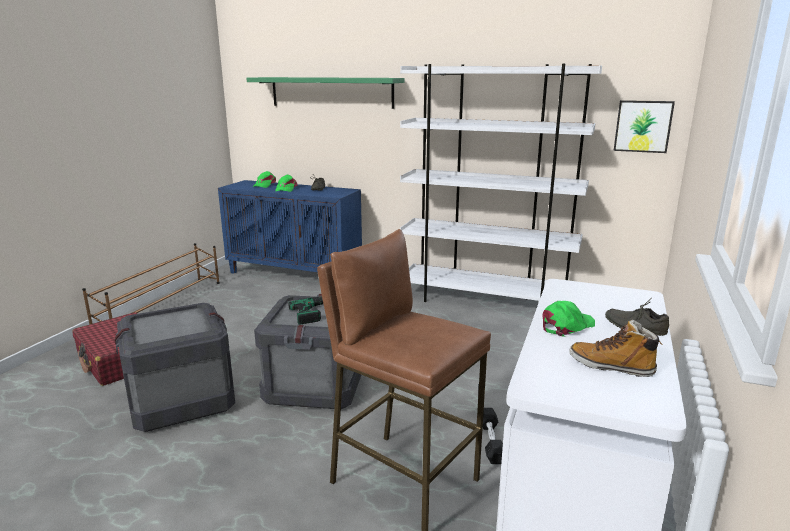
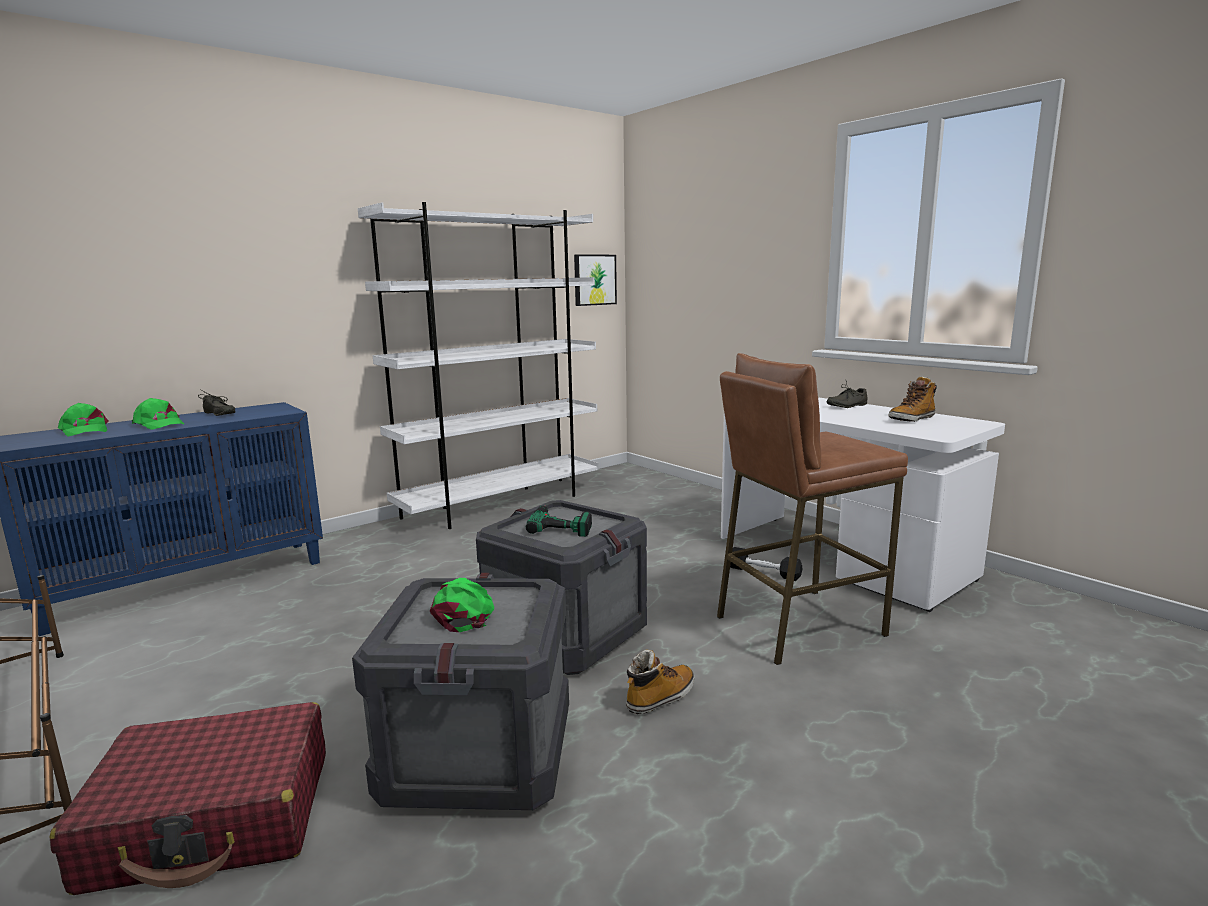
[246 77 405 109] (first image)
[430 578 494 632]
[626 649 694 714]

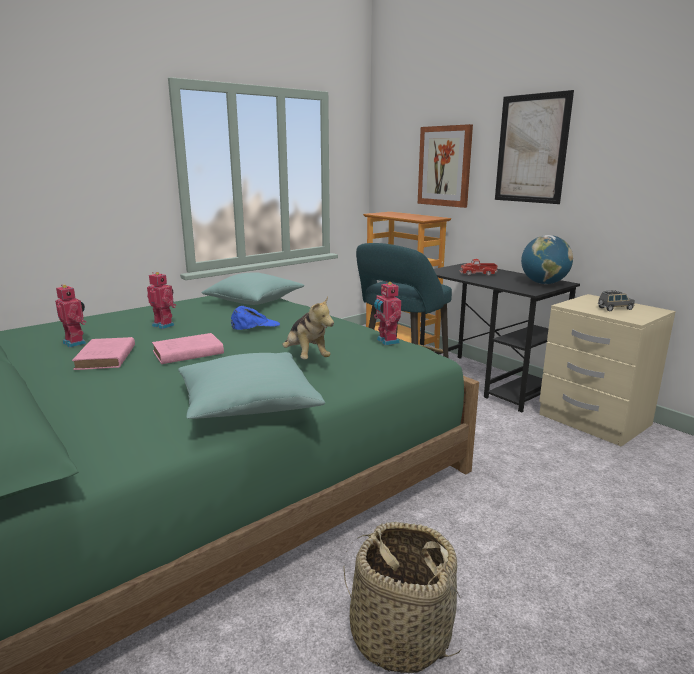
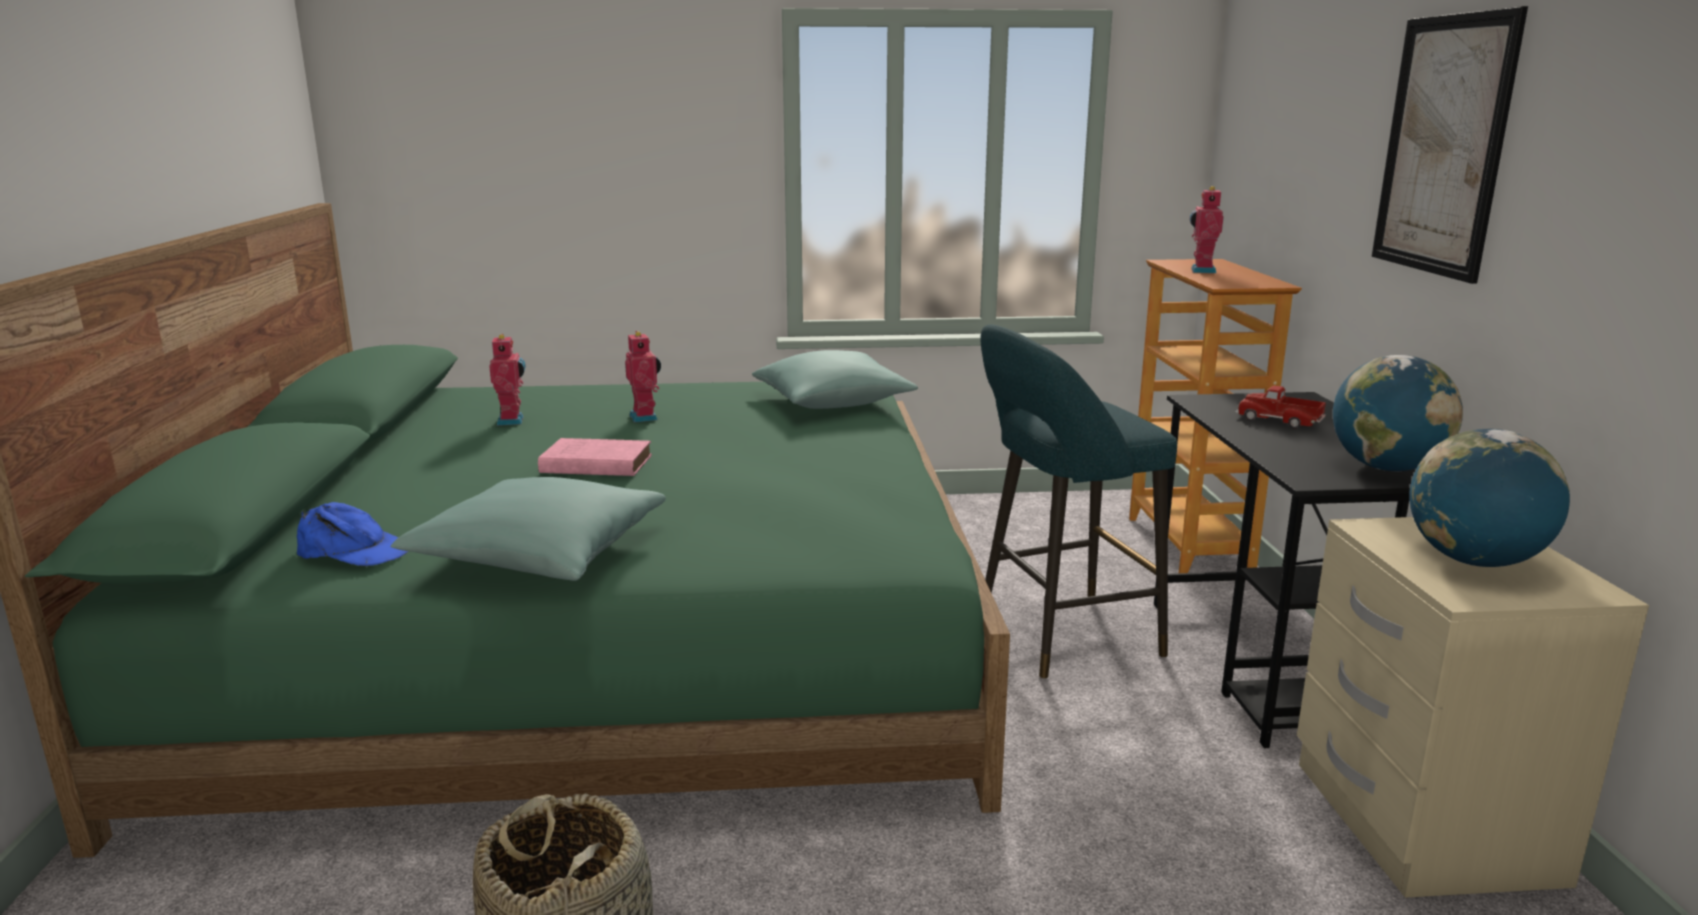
[72 337 135 370] (first image)
[297 502 409 566]
[282 296 334 359] (first image)
[1190 186 1224 273]
[418 124 473 208] (first image)
[1409 429 1570 567]

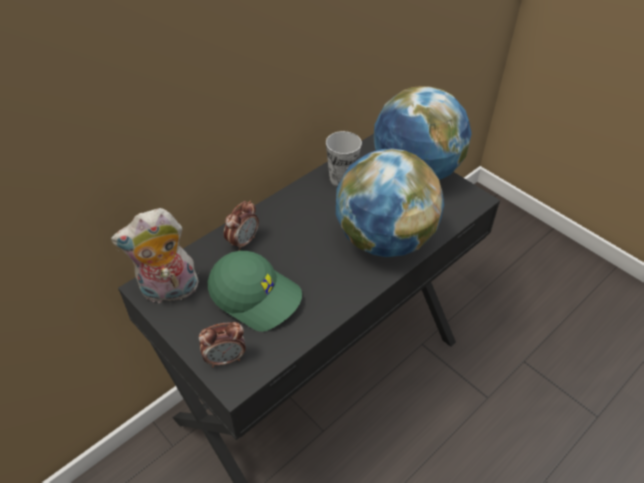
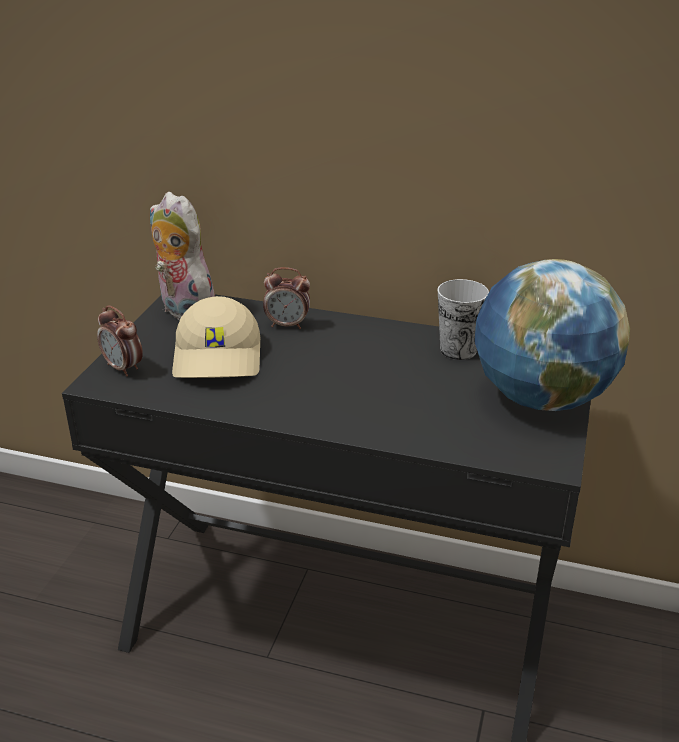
[172 296 261 378]
[336 148 444 257] (first image)

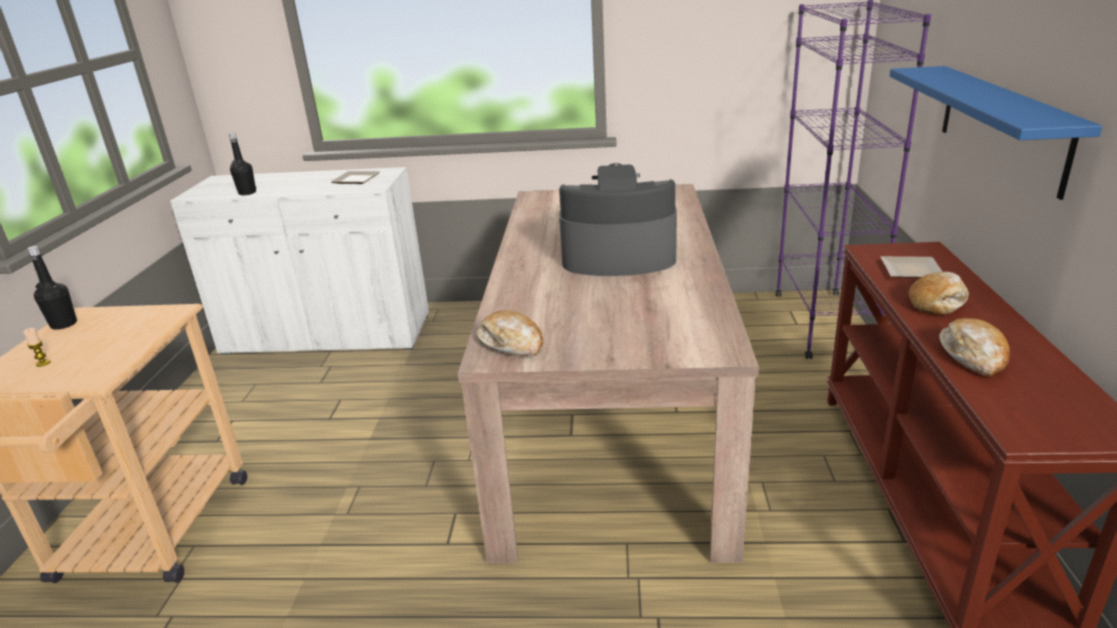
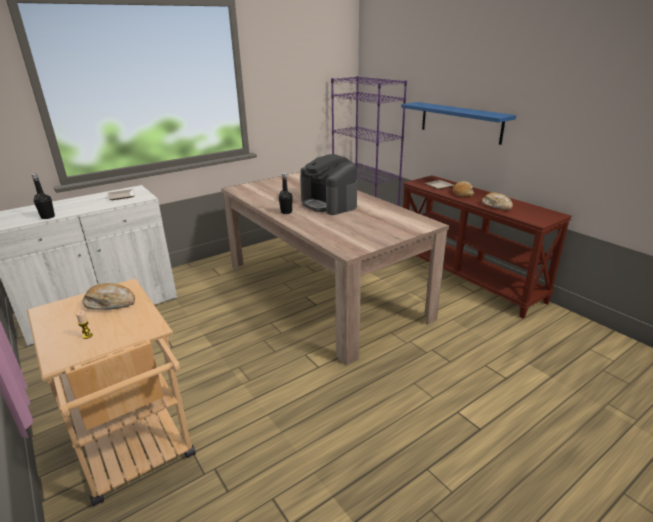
[279 173 293 214]
[83 283 135 310]
[300 154 357 215]

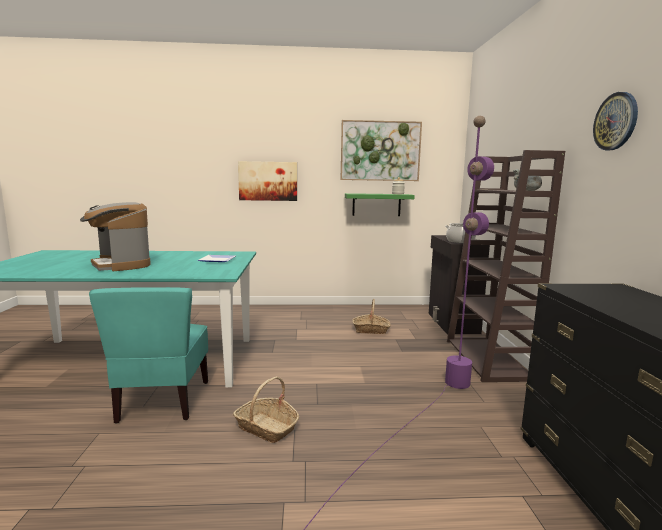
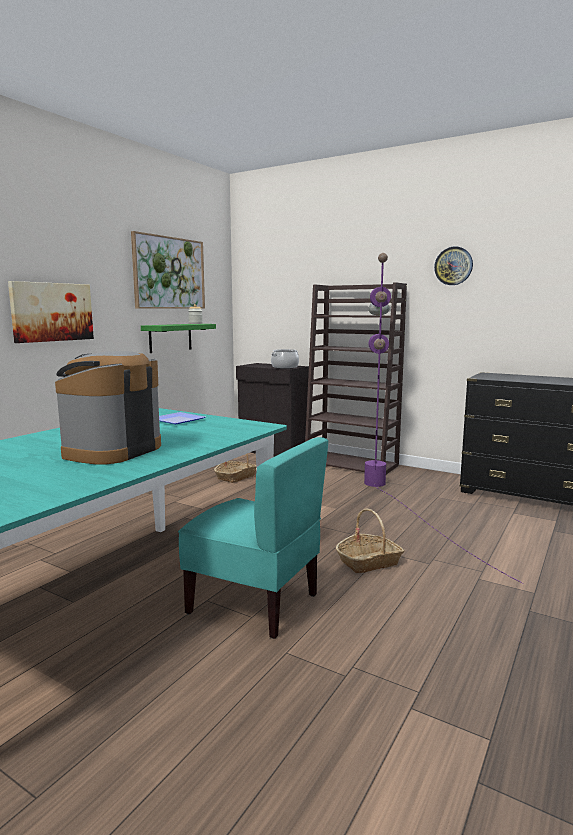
[55 351 161 465]

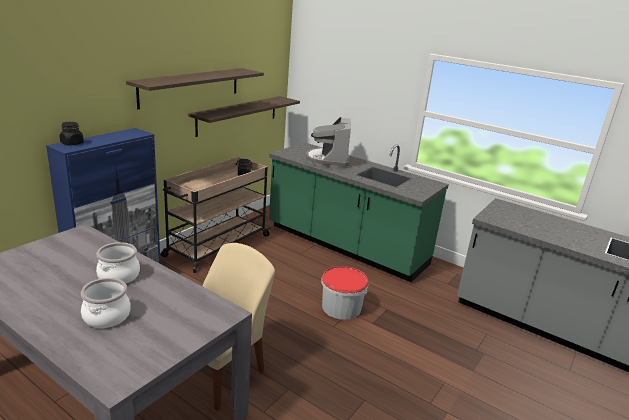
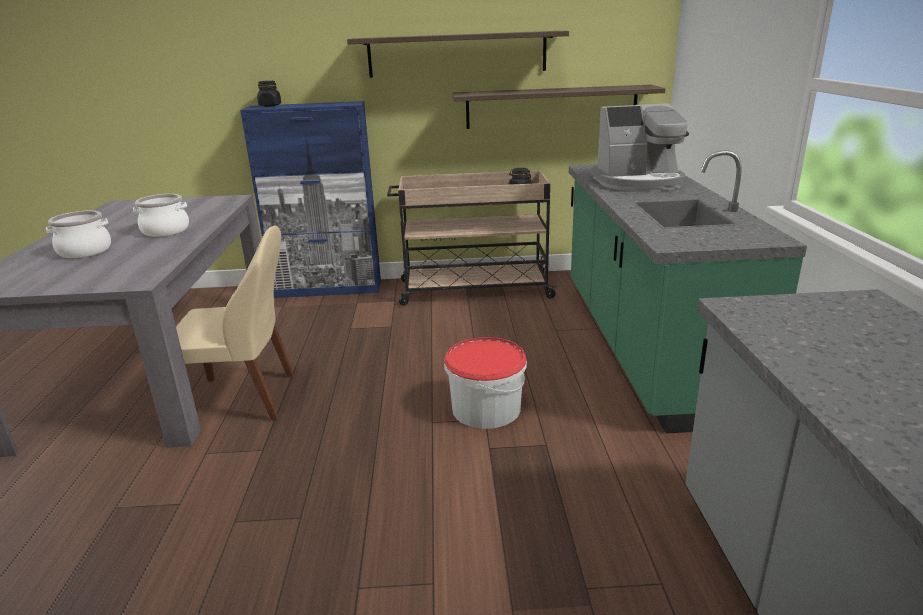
[591 103 689 191]

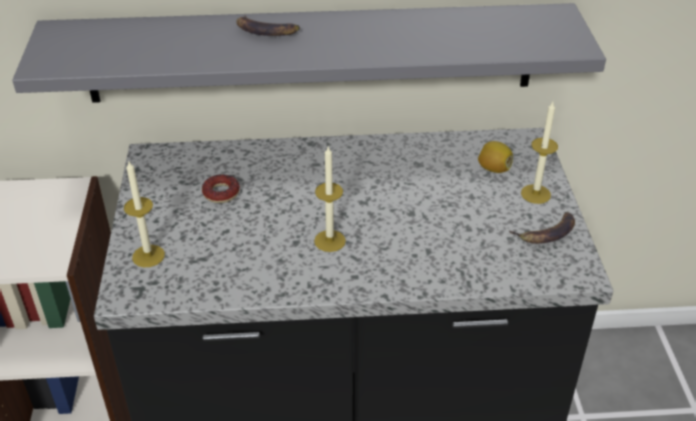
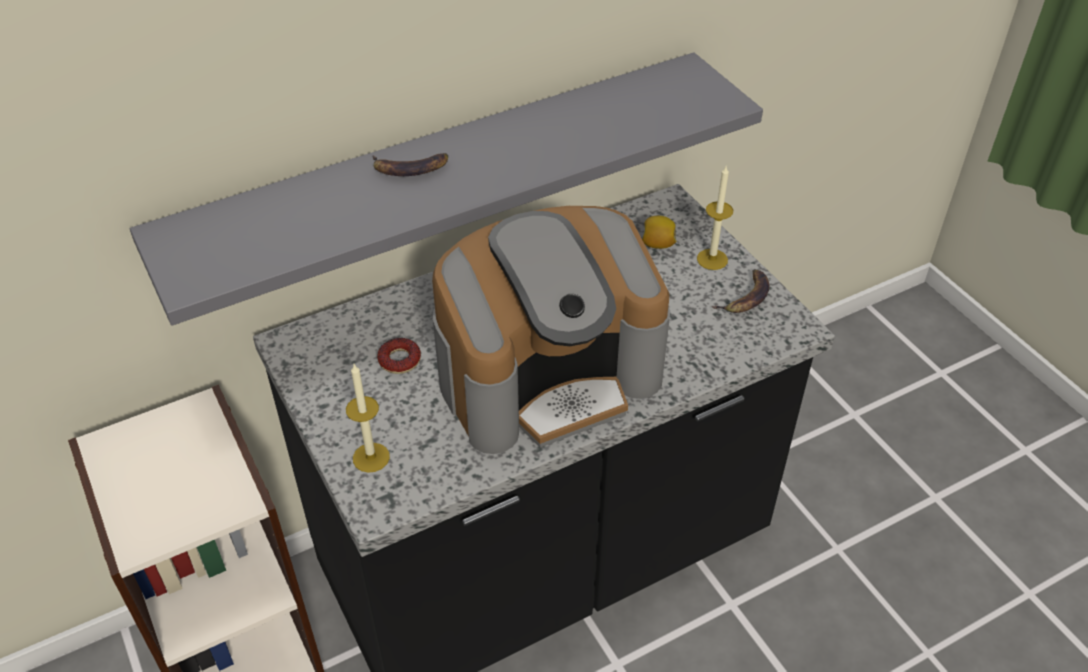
[432 206 670 454]

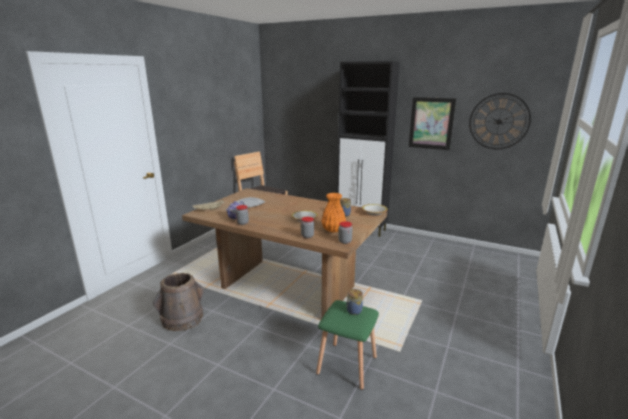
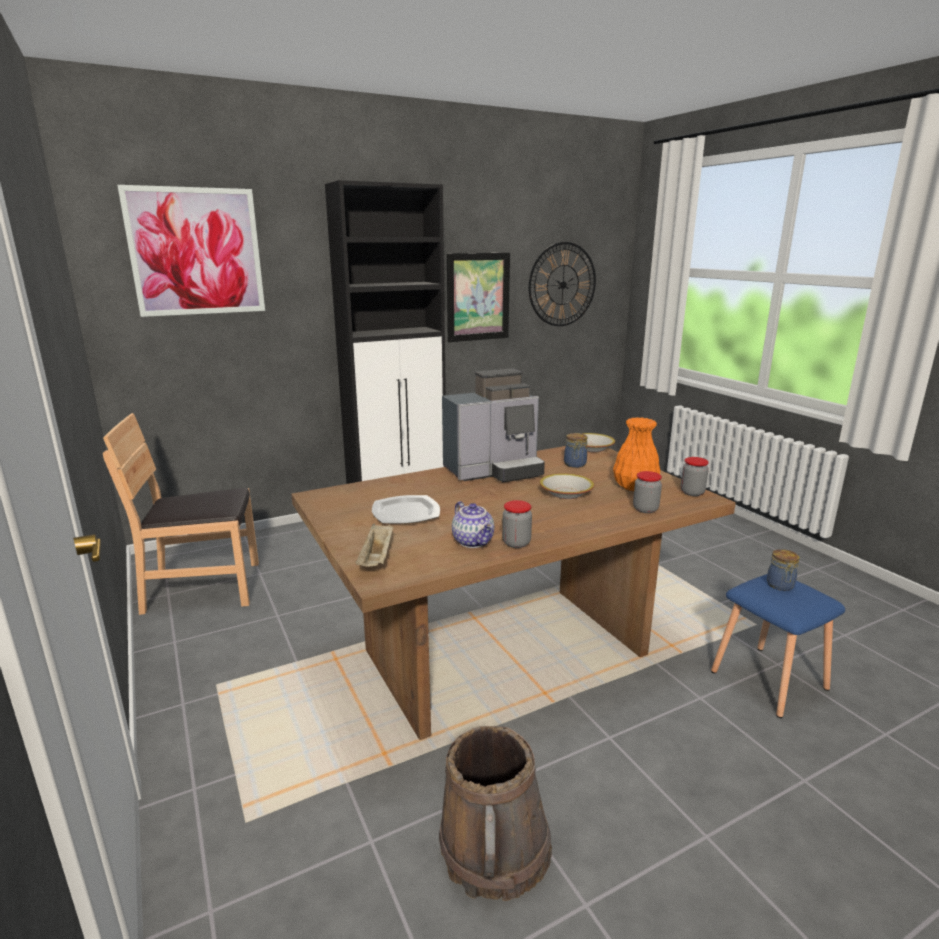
[711 574 845 718]
[117 185 265 317]
[442 368 545 482]

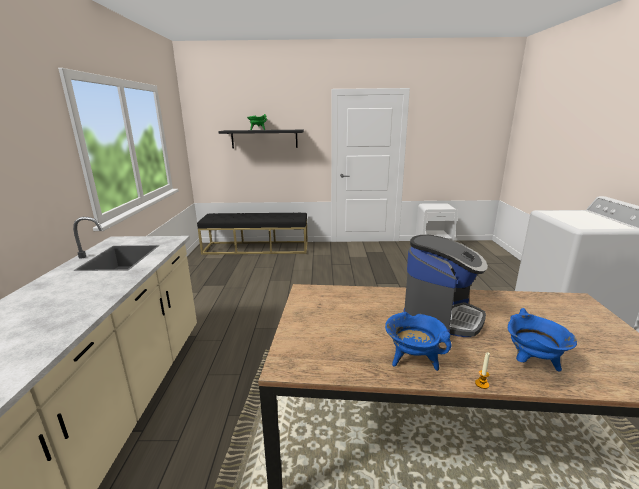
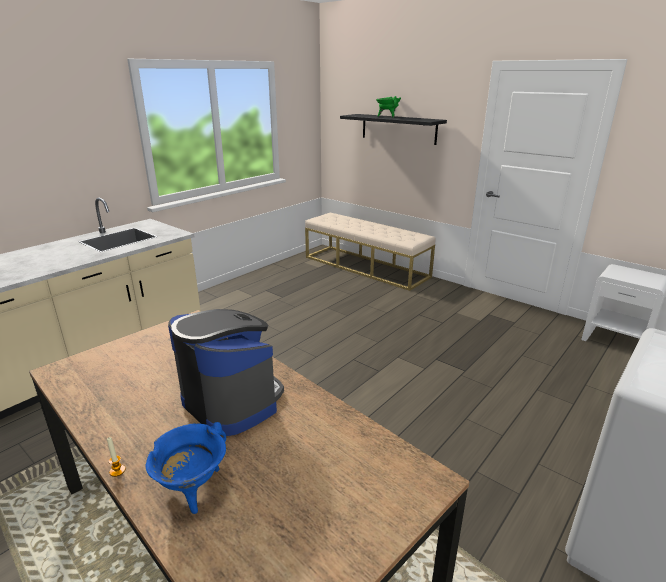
[305 213 436 291]
[385 312 452 371] (first image)
[168 309 284 436]

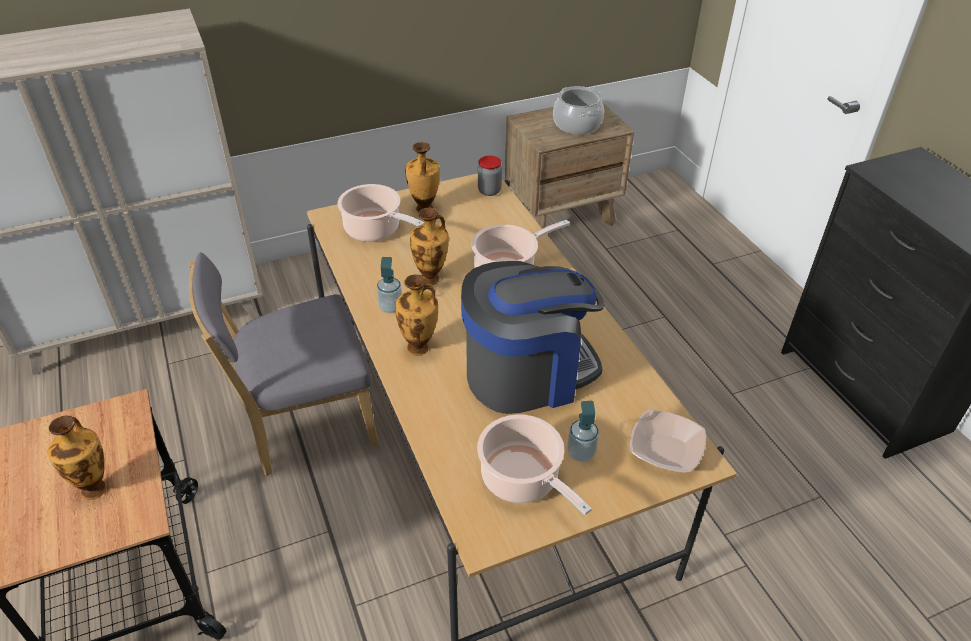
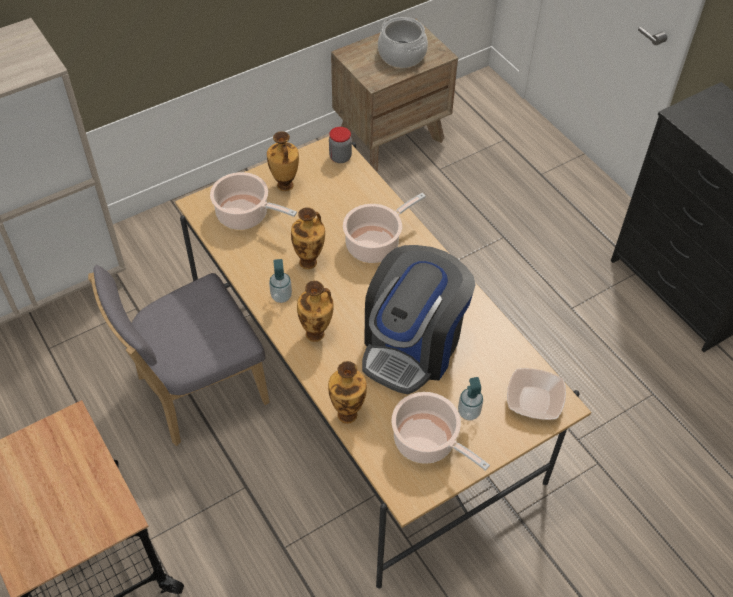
[328 361 367 424]
[362 245 475 394]

